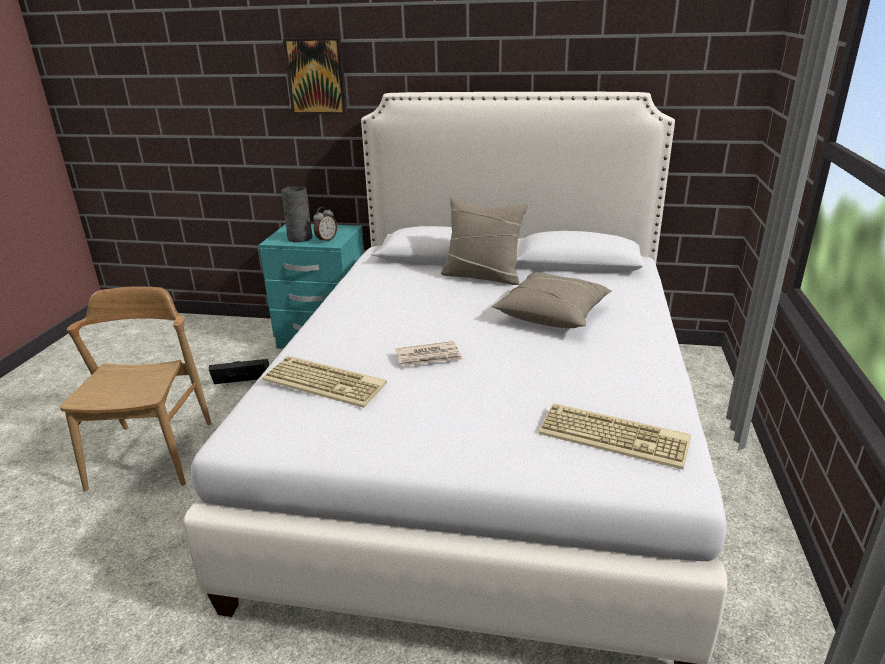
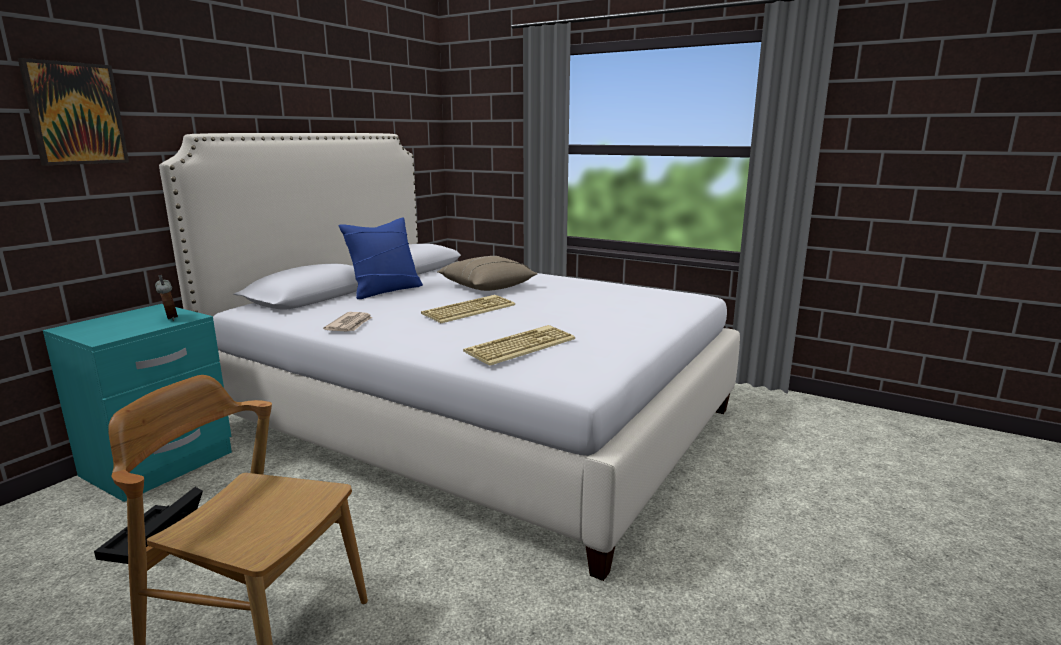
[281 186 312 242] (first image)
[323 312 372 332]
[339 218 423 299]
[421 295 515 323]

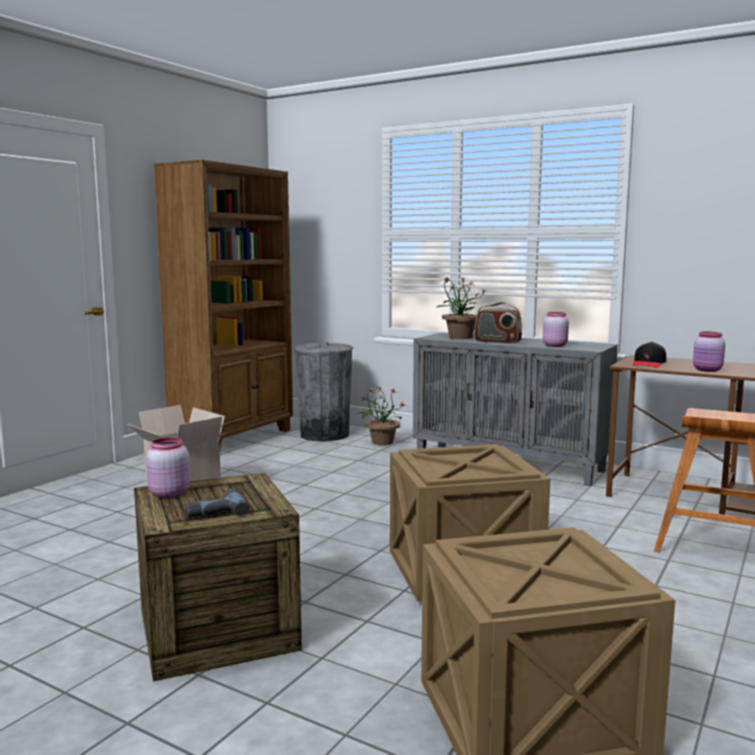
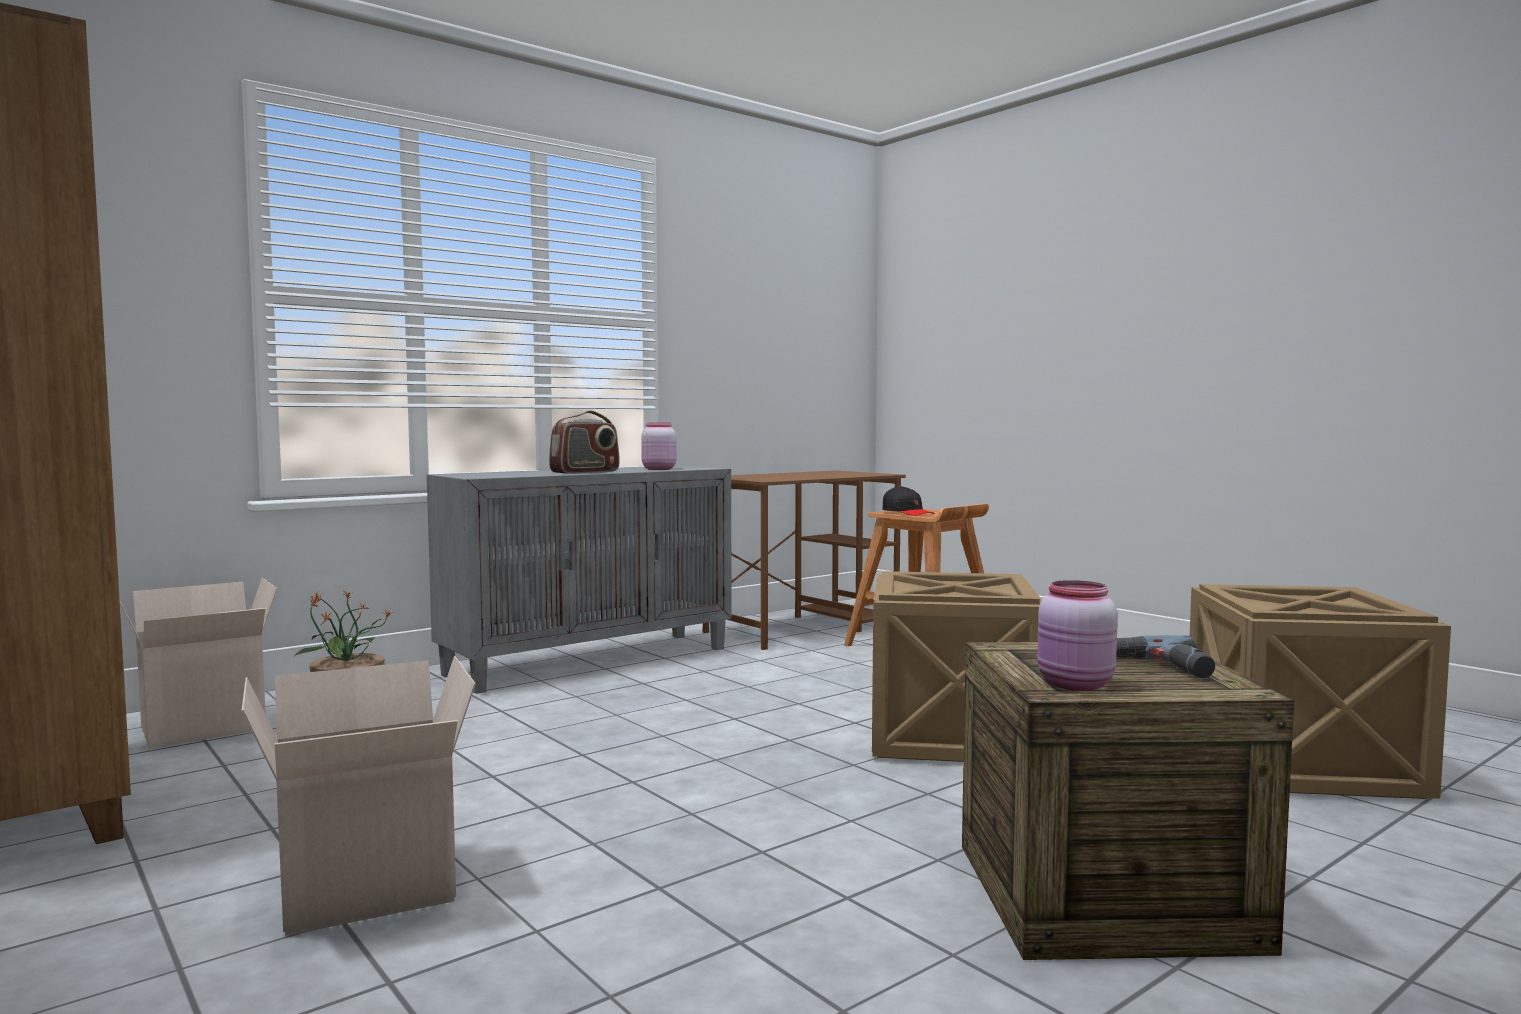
[120 578 277 749]
[435 277 486 339] (first image)
[882 486 935 516]
[693 332 725 372] (first image)

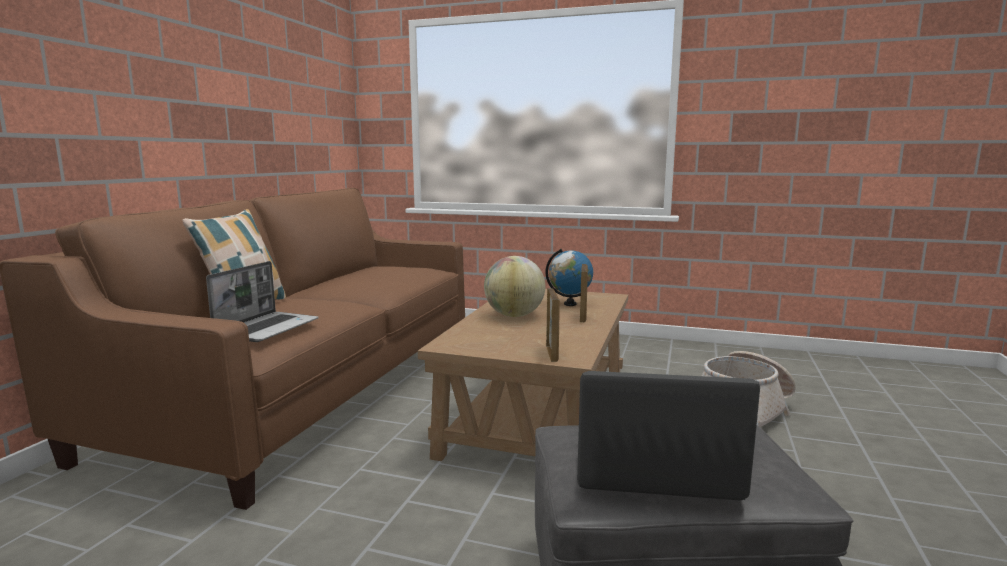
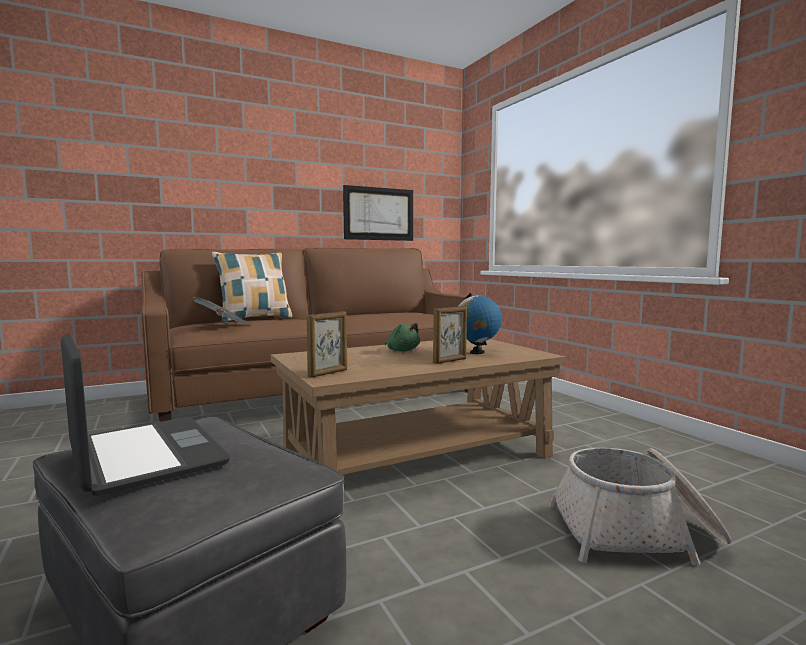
[192 297 252 324]
[385 323 420 352]
[343 185 413 241]

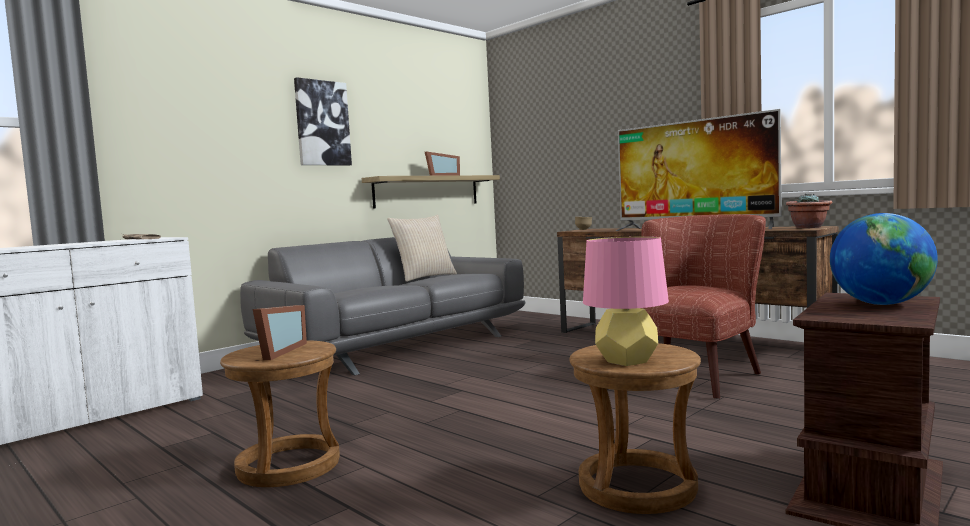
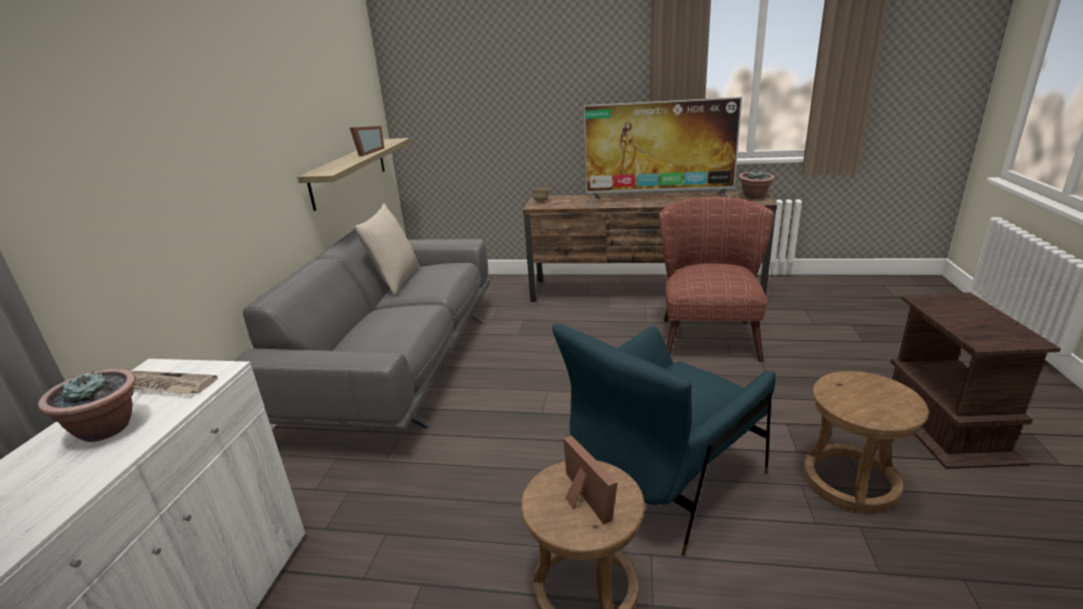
[294 77 352 166] (first image)
[583 236 669 366] (first image)
[830 213 938 305] (first image)
[38 369 136 442]
[552 323 776 556]

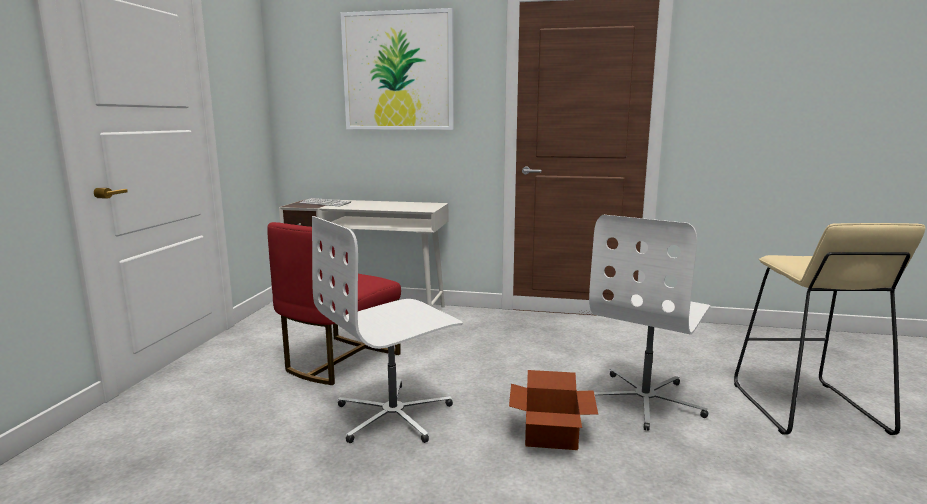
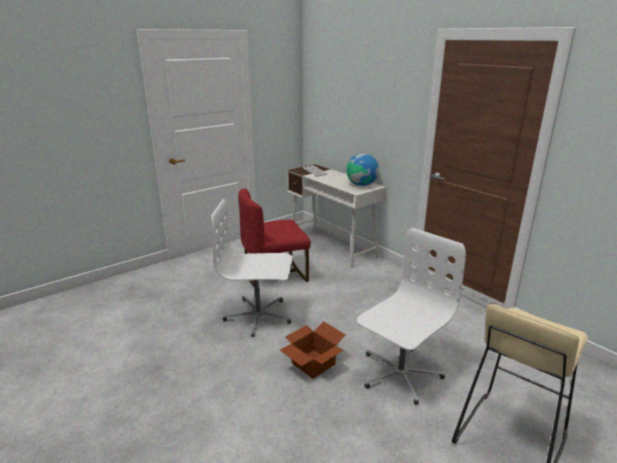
[341 8 454 130] (first image)
[357 228 466 405]
[346 154 379 186]

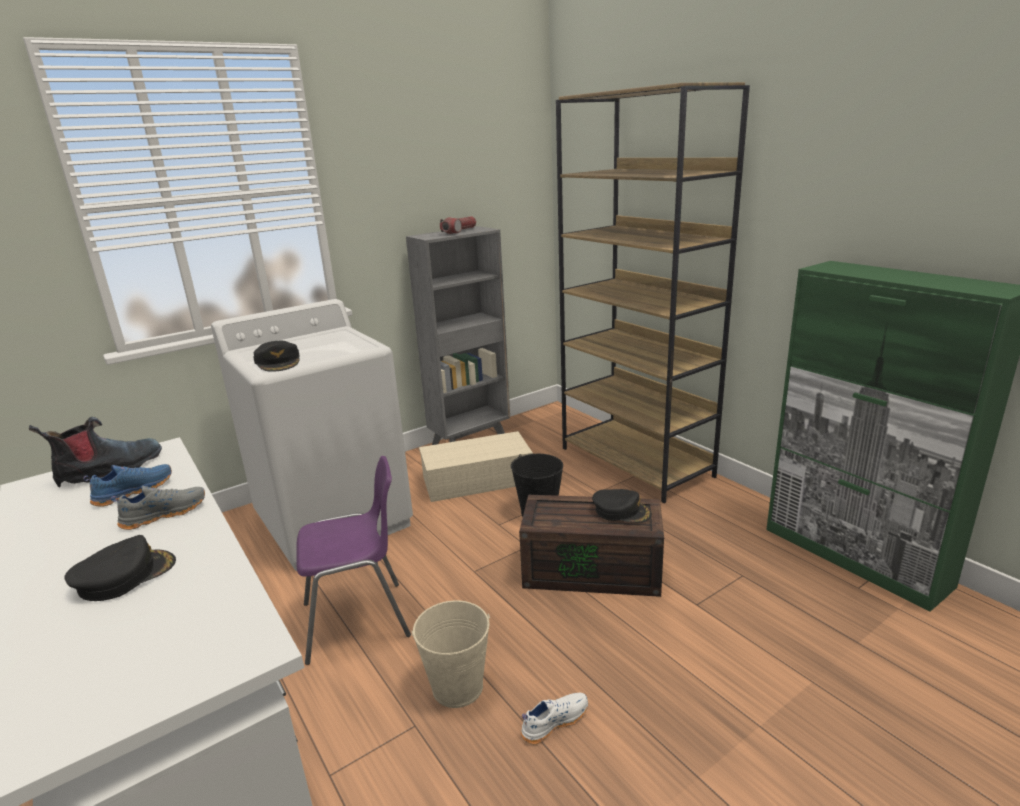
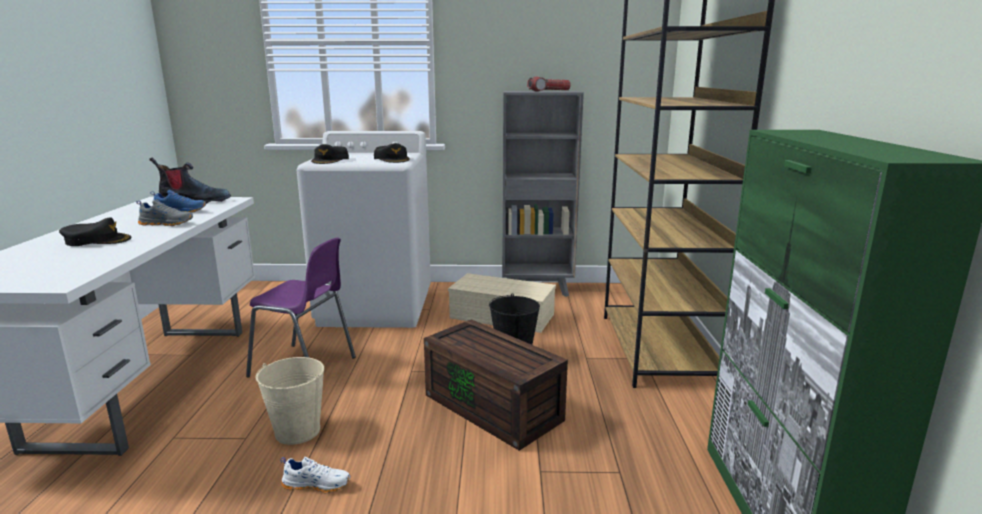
[374 143 410 163]

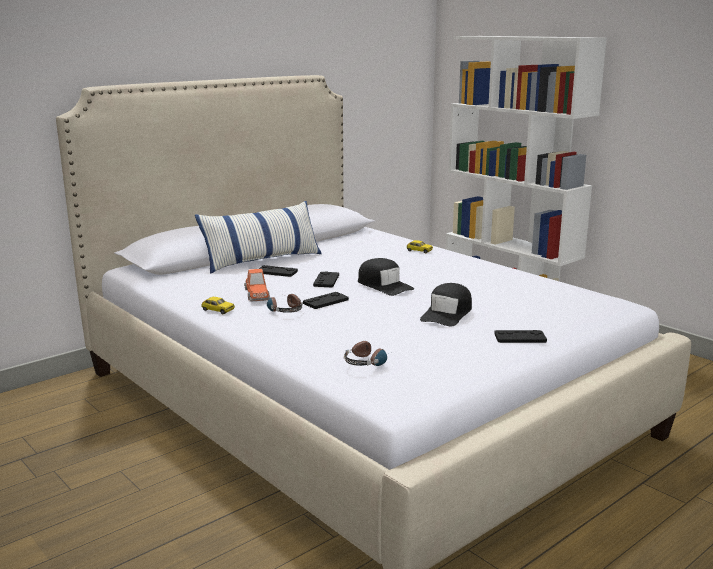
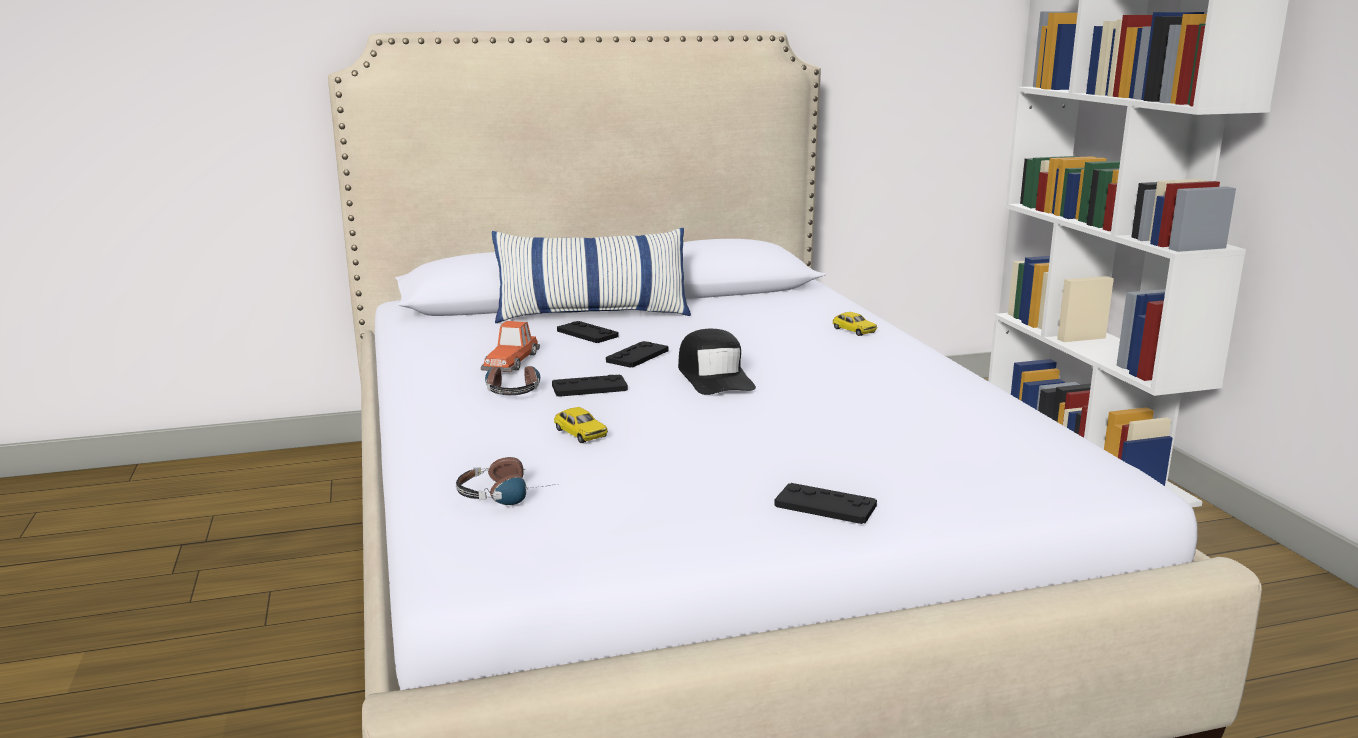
[554 407 608 443]
[420 283 472 327] (first image)

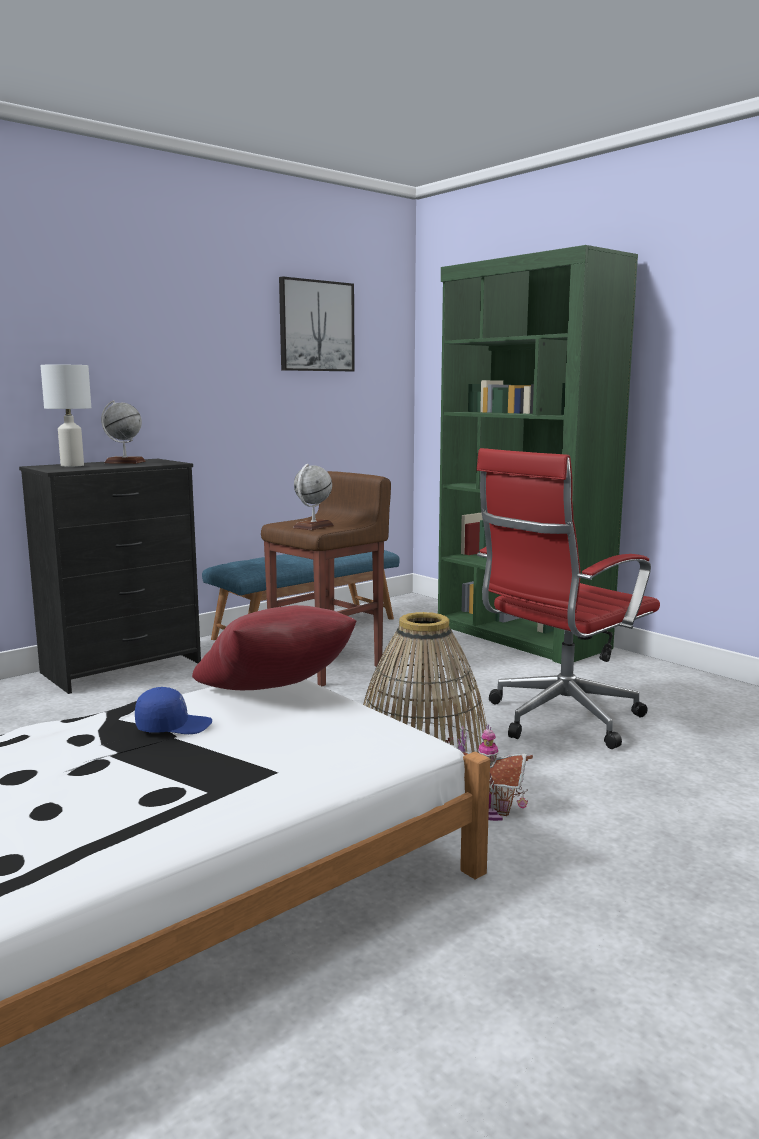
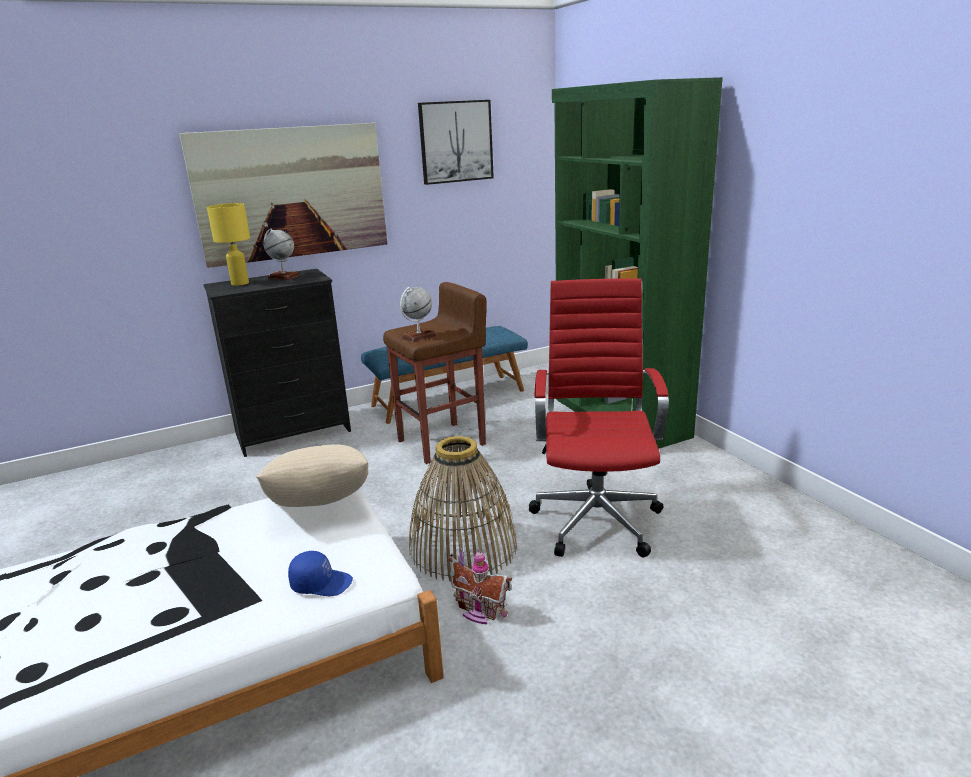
[207 203 250 286]
[288 551 353 596]
[256 444 368 507]
[529 278 669 558]
[179 123 387 268]

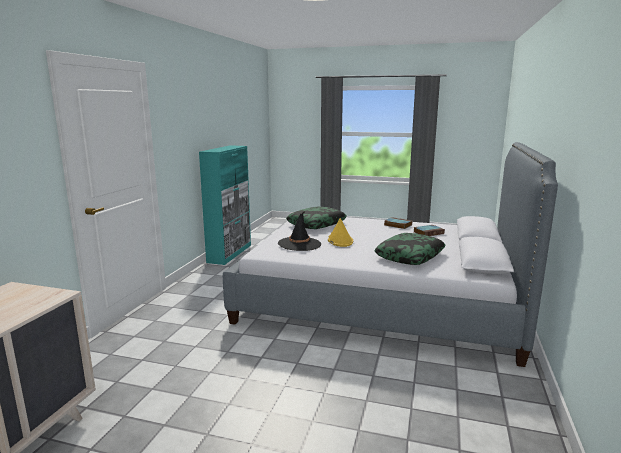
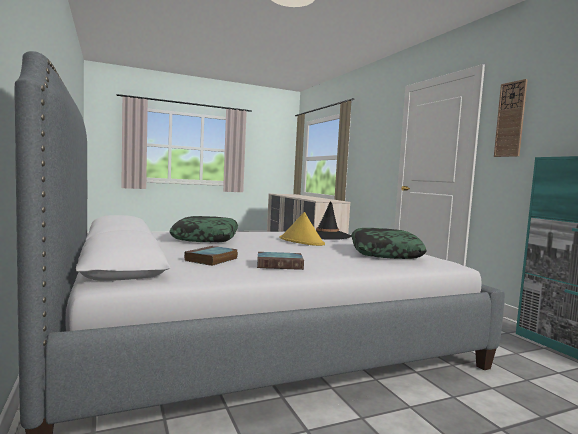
[494 79 528 157]

